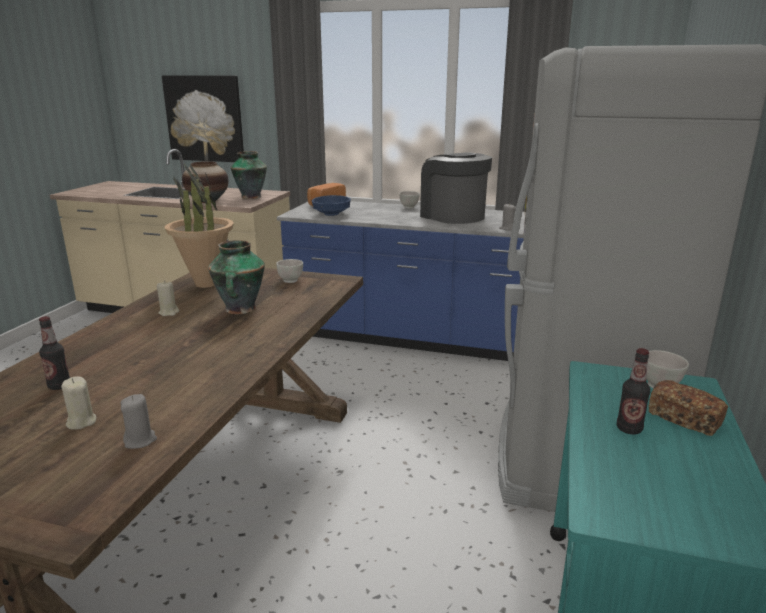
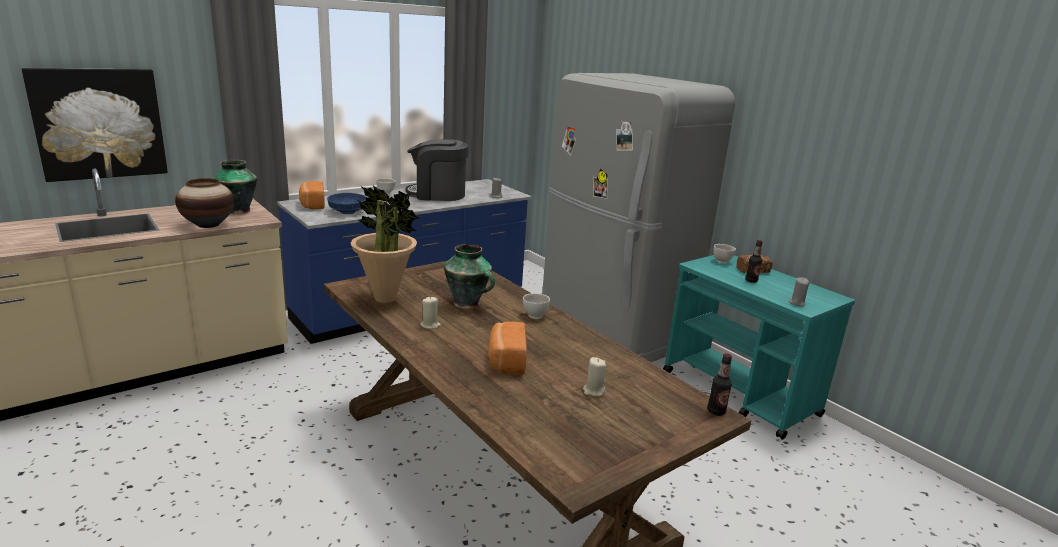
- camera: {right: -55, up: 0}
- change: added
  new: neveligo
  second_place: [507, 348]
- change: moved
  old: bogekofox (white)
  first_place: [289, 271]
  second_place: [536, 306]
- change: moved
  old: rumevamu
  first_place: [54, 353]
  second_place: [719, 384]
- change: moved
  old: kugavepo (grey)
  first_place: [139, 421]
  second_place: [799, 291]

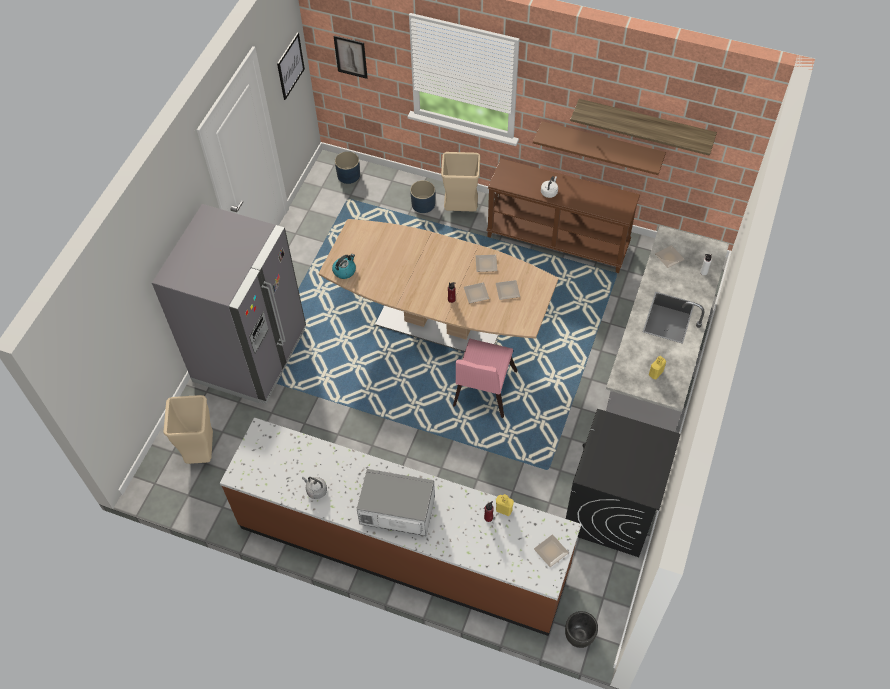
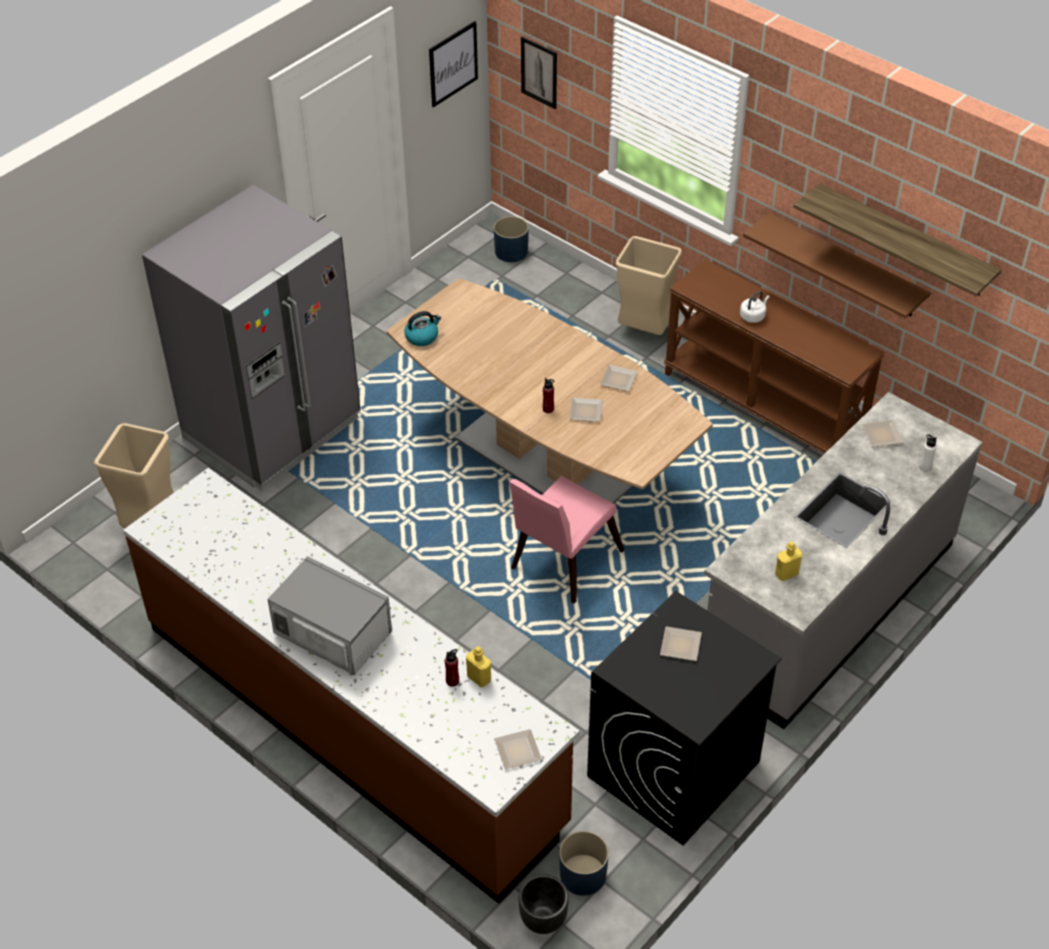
- camera: {right: 20, up: -10}
- change: moved
  old: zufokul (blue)
  first_place: [422, 196]
  second_place: [584, 863]
- change: moved
  old: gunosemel
  first_place: [508, 290]
  second_place: [681, 643]
- change: removed
  old: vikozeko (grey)
  first_place: [314, 487]

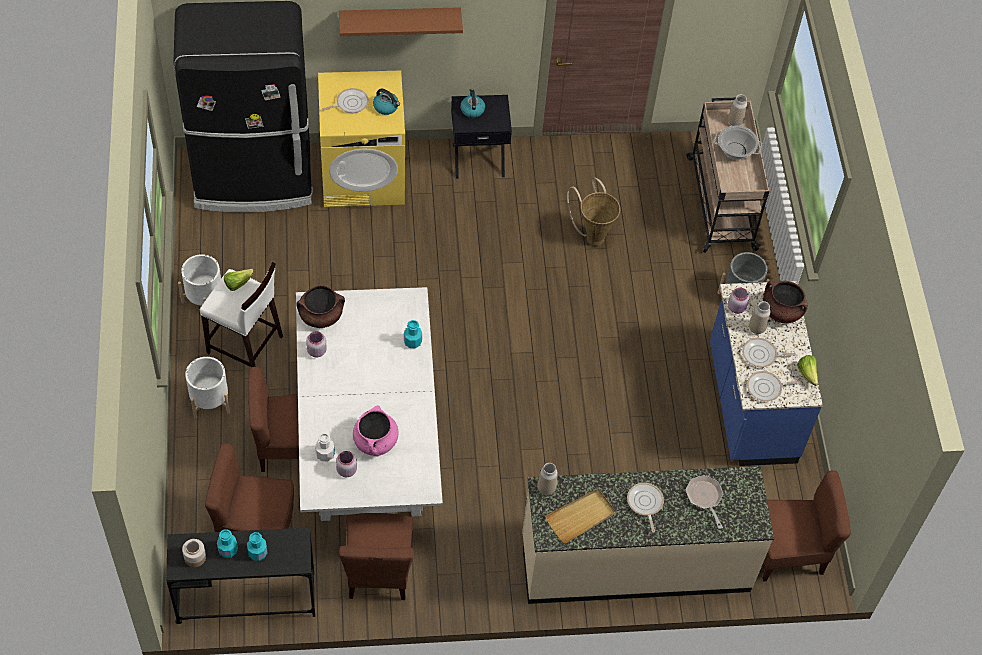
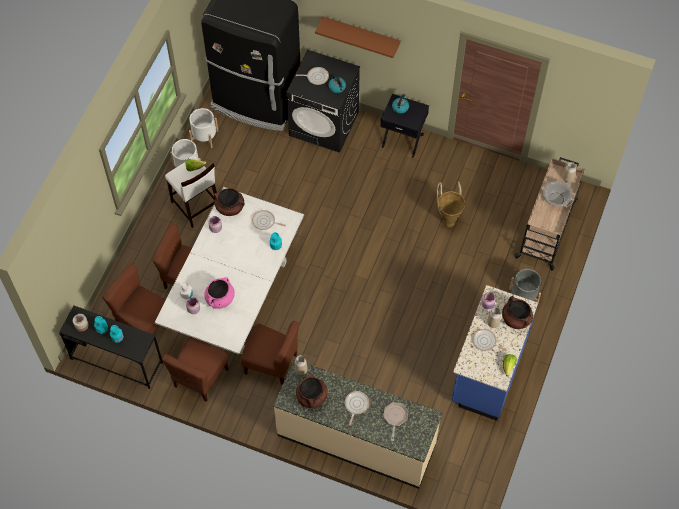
- camera: {right: 30, up: 5}
- change: moved
  old: zufokul (white)
  first_place: [207, 388]
  second_place: [203, 128]
- change: moved
  old: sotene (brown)
  first_place: [806, 525]
  second_place: [270, 353]
- change: moved
  old: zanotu
  first_place: [773, 386]
  second_place: [269, 220]
- change: recoloured
  old: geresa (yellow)
  new: geresa (black)
  first_place: [361, 138]
  second_place: [323, 101]
- change: replaced
  old: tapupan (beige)
  new: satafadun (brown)
  first_place: [580, 516]
  second_place: [312, 390]

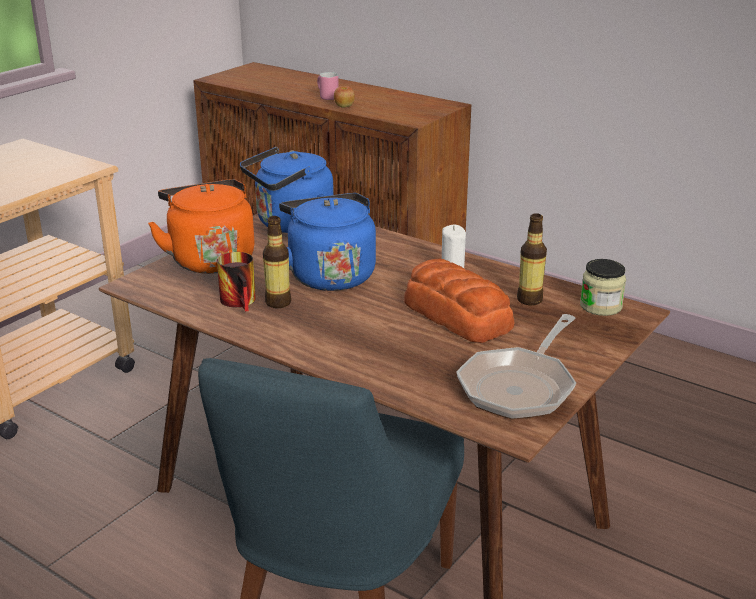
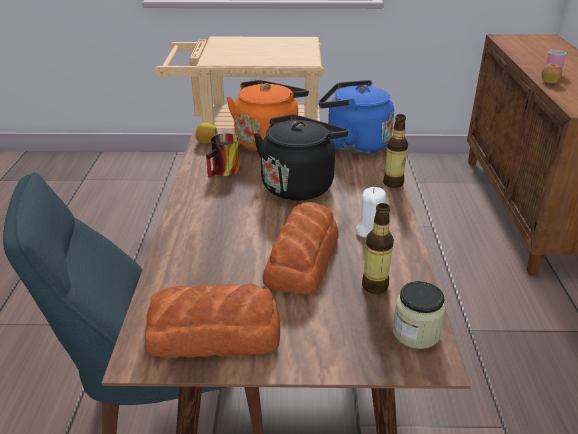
- camera: {right: 55, up: 5}
- change: replaced
  old: zanotu
  new: neveligo
  first_place: [516, 367]
  second_place: [212, 321]
- change: added
  new: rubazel
  second_place: [206, 133]
- change: recoloured
  old: vikozeko (blue)
  new: vikozeko (black)
  first_place: [327, 242]
  second_place: [301, 157]
- change: moved
  old: rumevamu
  first_place: [277, 262]
  second_place: [395, 151]

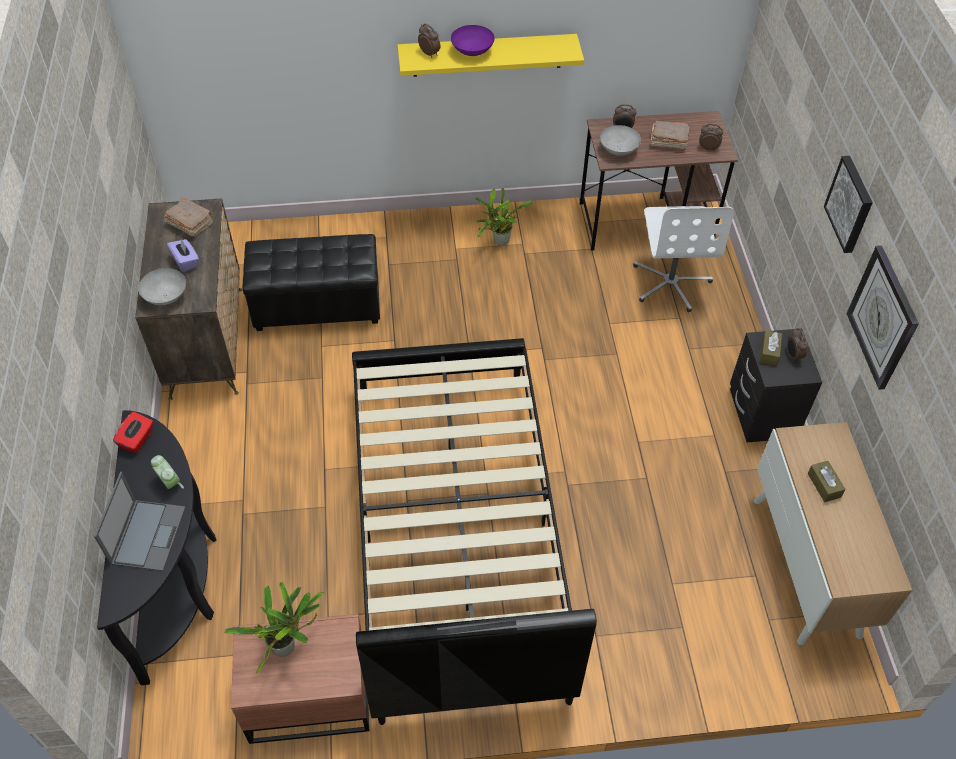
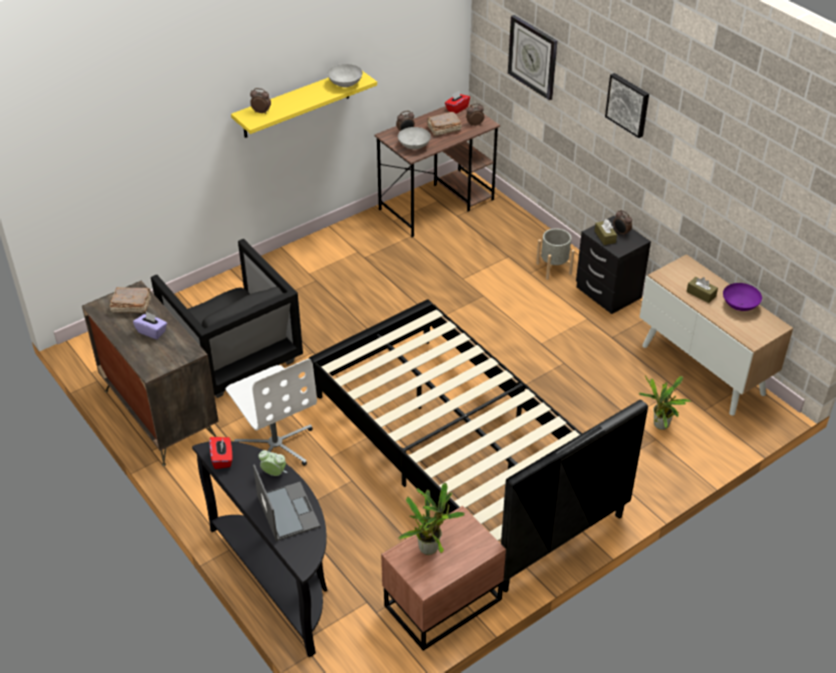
- camera: {right: -30, up: -10}
- change: replaced
  old: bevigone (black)
  new: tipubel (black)
  first_place: [311, 282]
  second_place: [227, 318]
- change: moved
  old: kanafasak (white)
  first_place: [683, 259]
  second_place: [271, 412]
- change: moved
  old: bogekofox (grey)
  first_place: [162, 286]
  second_place: [345, 76]
- change: added
  new: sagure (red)
  second_place: [457, 102]
- change: moved
  old: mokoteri
  first_place: [882, 318]
  second_place: [532, 57]
- change: added
  new: zufokul (grey)
  second_place: [555, 254]
- change: moved
  old: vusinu
  first_place: [504, 217]
  second_place: [665, 403]
- change: moved
  old: bogekofox (purple)
  first_place: [473, 40]
  second_place: [742, 297]

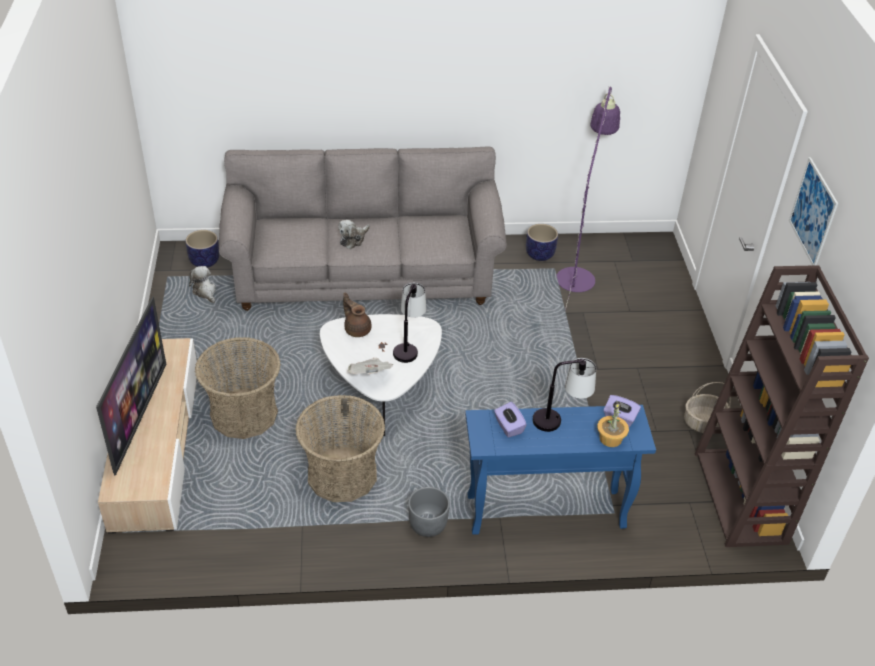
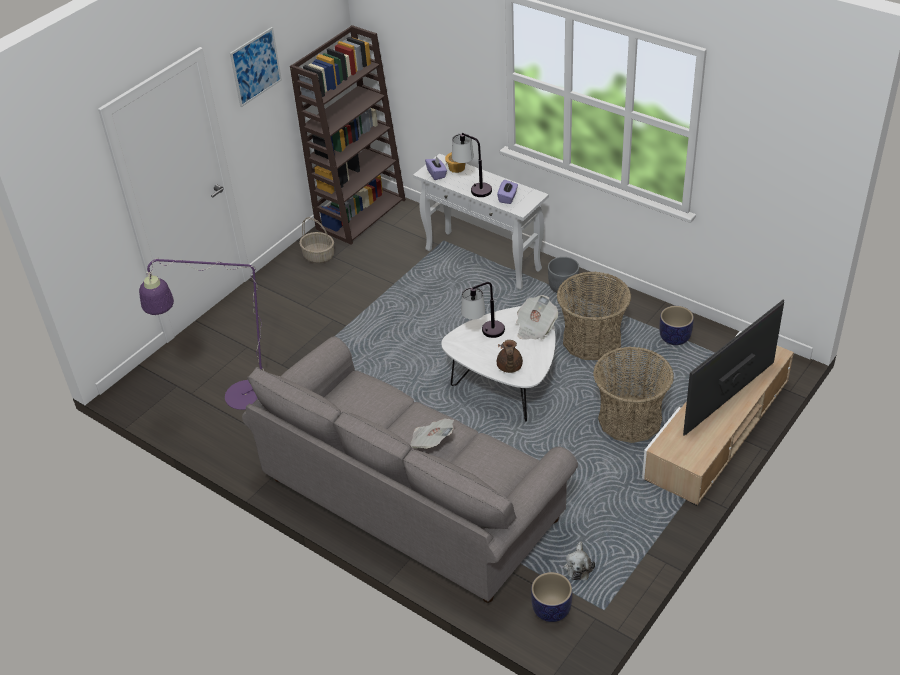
- camera: {right: -135, up: 0}
- change: replaced
  old: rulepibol
  new: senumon
  first_place: [354, 234]
  second_place: [432, 433]
- change: recoloured
  old: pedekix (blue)
  new: pedekix (white)
  first_place: [560, 470]
  second_place: [481, 222]
- change: moved
  old: zufokul
  first_place: [542, 242]
  second_place: [676, 325]

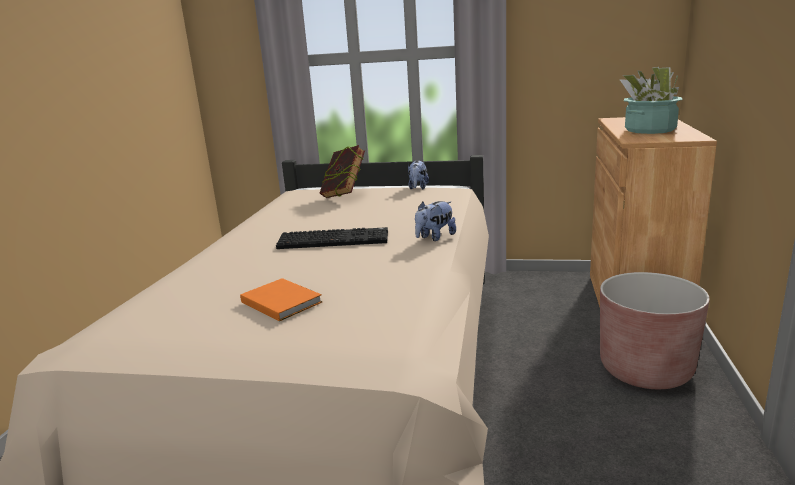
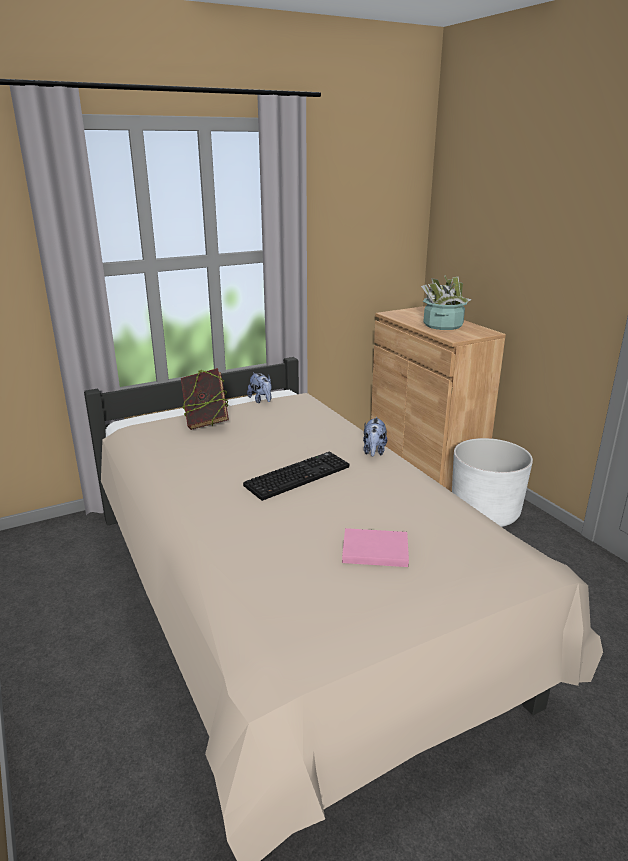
- camera: {right: -40, up: 5}
- change: recoloured
  old: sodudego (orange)
  new: sodudego (pink)
  first_place: [281, 299]
  second_place: [375, 547]
- change: recoloured
  old: zufokul (brown)
  new: zufokul (white)
  first_place: [655, 330]
  second_place: [492, 482]

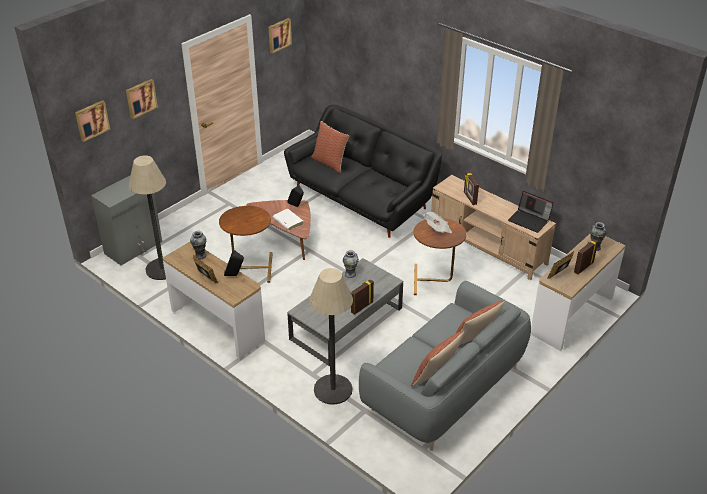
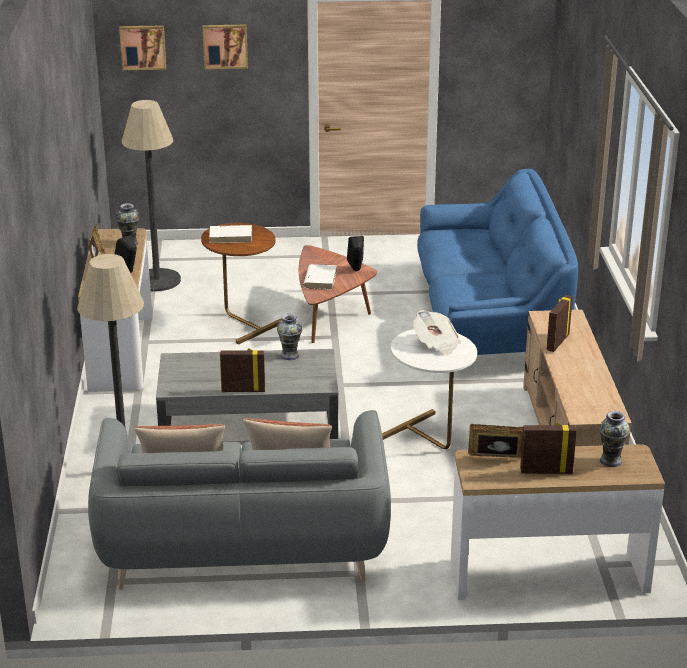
- camera: {right: 45, up: -10}
- change: added
  new: sodudego (white)
  second_place: [230, 234]
- change: recoloured
  old: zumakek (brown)
  new: zumakek (white)
  first_place: [440, 256]
  second_place: [429, 389]
- change: recoloured
  old: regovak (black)
  new: regovak (blue)
  first_place: [363, 171]
  second_place: [497, 262]
- change: removed
  old: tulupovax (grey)
  first_place: [126, 220]
- change: removed
  old: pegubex
  first_place: [280, 36]
- change: removed
  old: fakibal
  first_place: [330, 147]
- change: removed
  old: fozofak
  first_place: [530, 212]

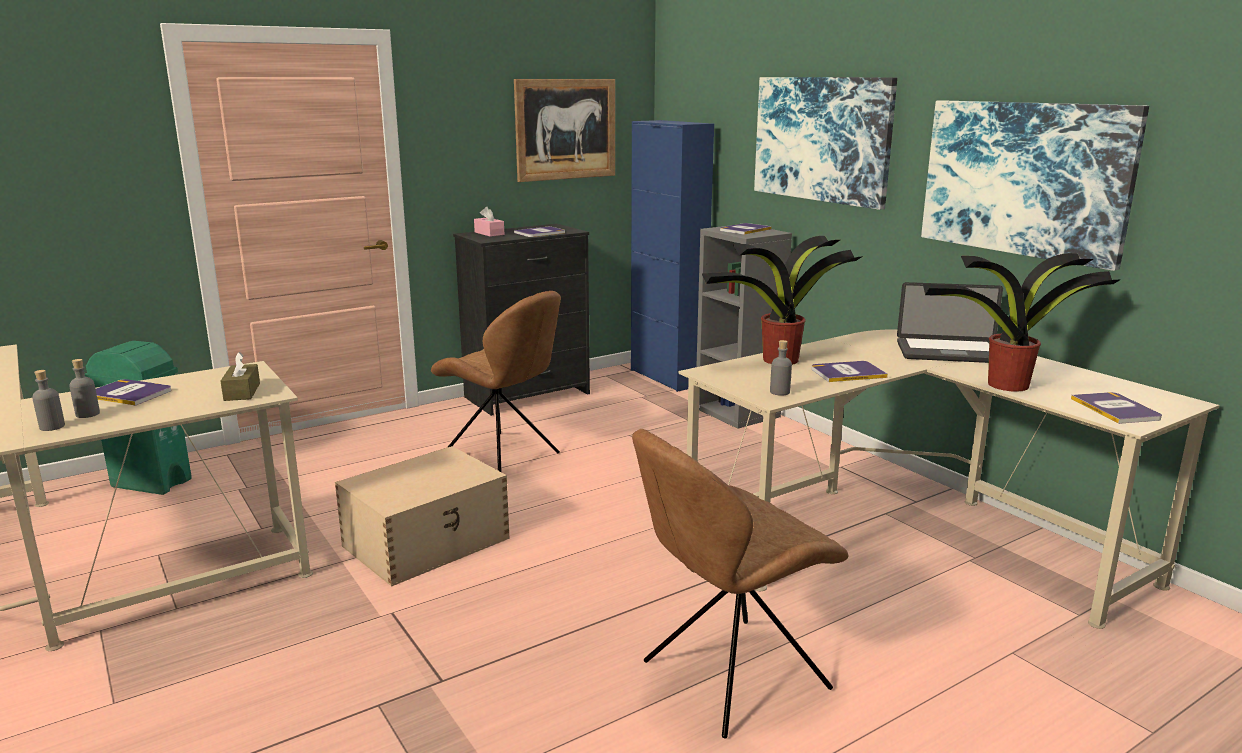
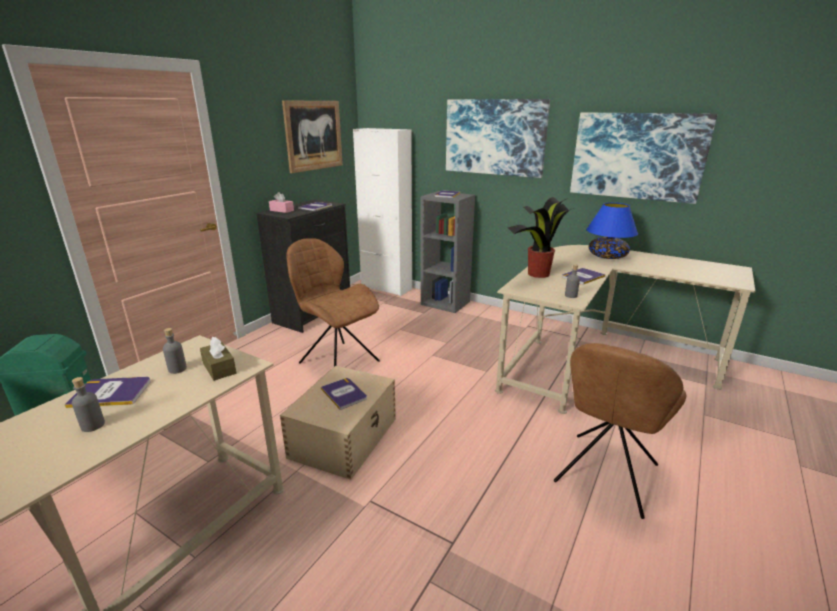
- camera: {right: -25, up: 5}
- change: moved
  old: rumevamu (grey)
  first_place: [48, 400]
  second_place: [175, 351]
- change: turned
  old: sotene (brown)
  first_place: [496, 381]
  second_place: [333, 302]
  degrees: -150
- change: moved
  old: sodudego
  first_place: [1116, 408]
  second_place: [344, 394]
- change: recoloured
  old: tulupovax (blue)
  new: tulupovax (white)
  first_place: [672, 256]
  second_place: [382, 212]
- change: replaced
  old: fozofak
  new: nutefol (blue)
  first_place: [950, 322]
  second_place: [612, 231]
- change: removed
  old: vusinu
  first_place: [1022, 322]

